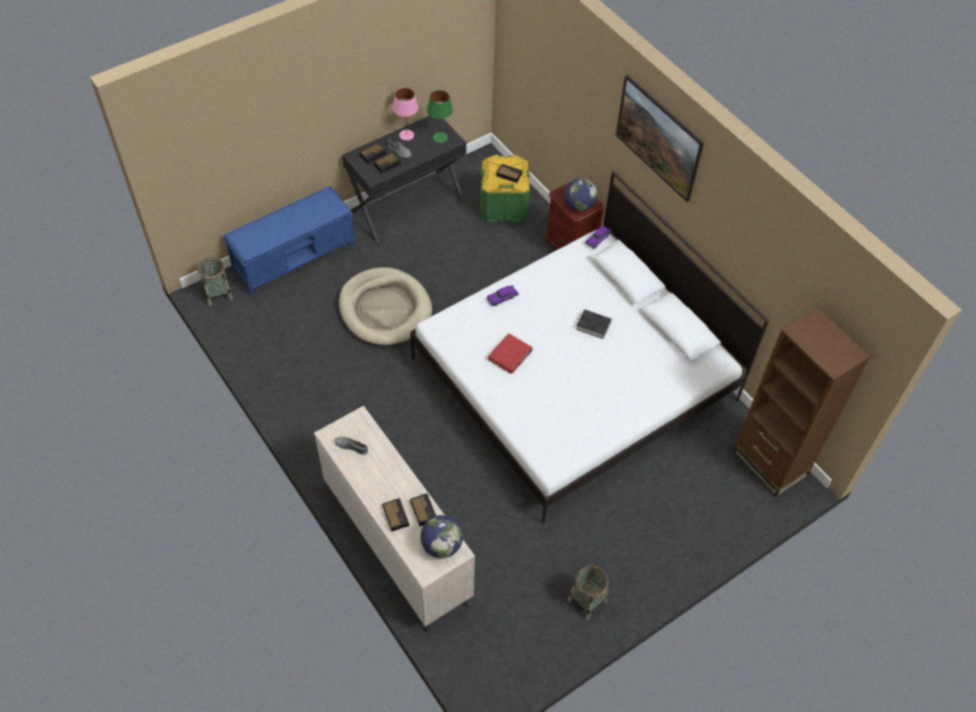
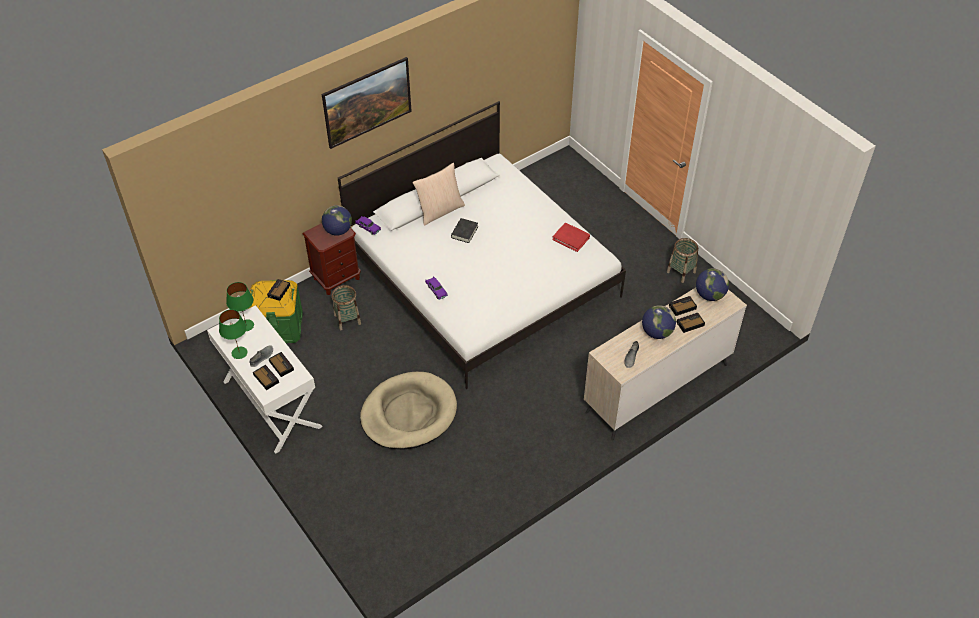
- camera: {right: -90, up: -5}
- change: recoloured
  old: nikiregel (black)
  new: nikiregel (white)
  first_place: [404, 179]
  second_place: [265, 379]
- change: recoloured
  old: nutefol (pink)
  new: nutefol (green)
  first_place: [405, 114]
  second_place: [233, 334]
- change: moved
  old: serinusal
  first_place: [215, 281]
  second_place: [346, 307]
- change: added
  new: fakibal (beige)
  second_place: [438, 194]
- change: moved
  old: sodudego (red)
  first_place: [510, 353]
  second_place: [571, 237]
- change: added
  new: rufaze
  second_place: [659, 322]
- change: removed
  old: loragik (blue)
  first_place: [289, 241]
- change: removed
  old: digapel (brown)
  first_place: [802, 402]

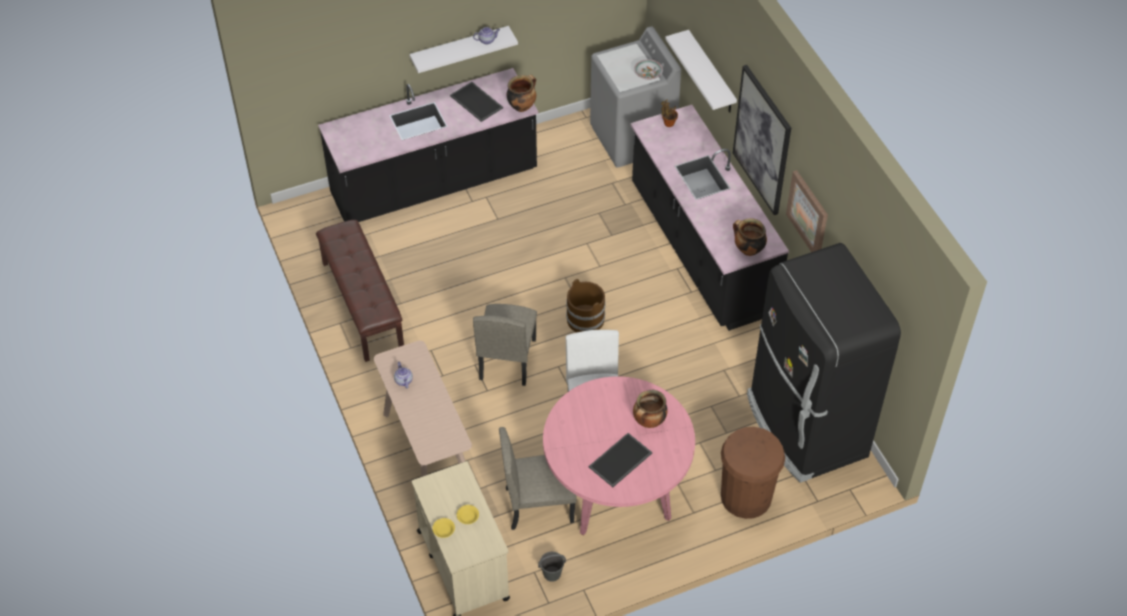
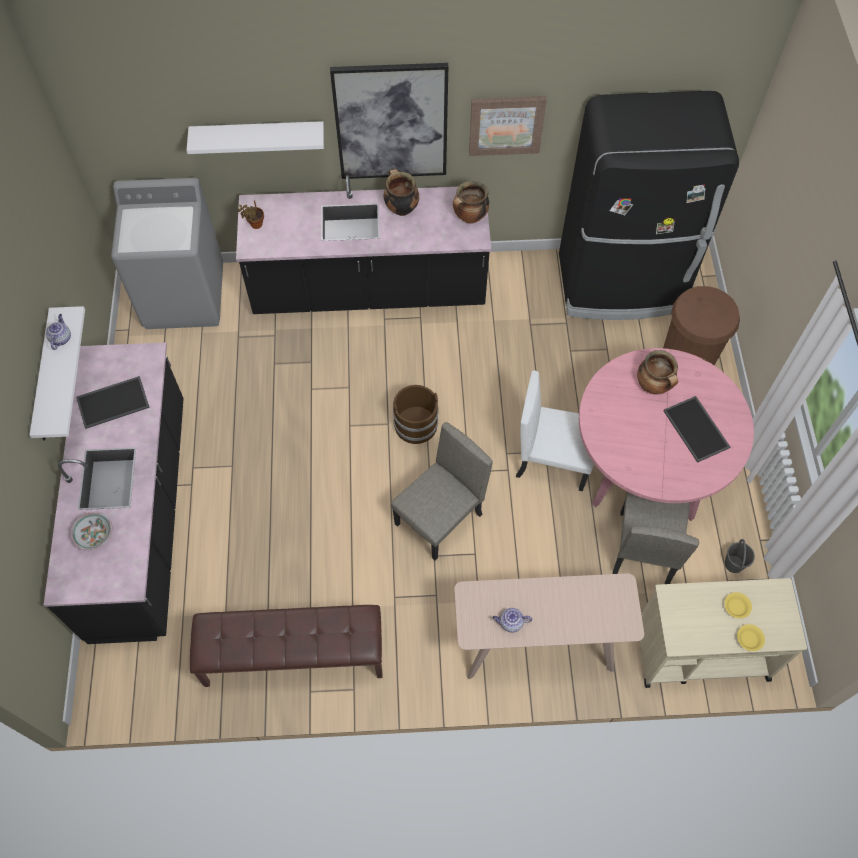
- camera: {right: -70, up: 10}
- change: moved
  old: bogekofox
  first_place: [648, 69]
  second_place: [92, 531]
- change: moved
  old: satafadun
  first_place: [521, 93]
  second_place: [401, 192]
- change: turned
  old: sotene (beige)
  first_place: [505, 345]
  second_place: [442, 491]
  degrees: -75

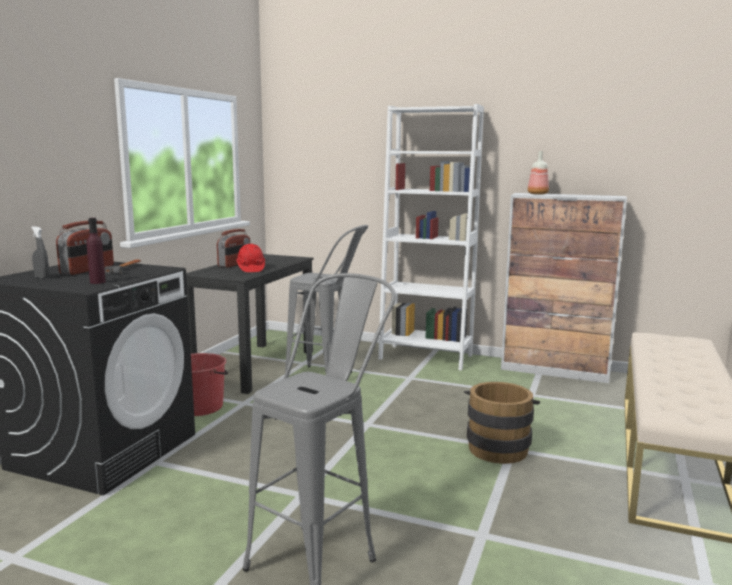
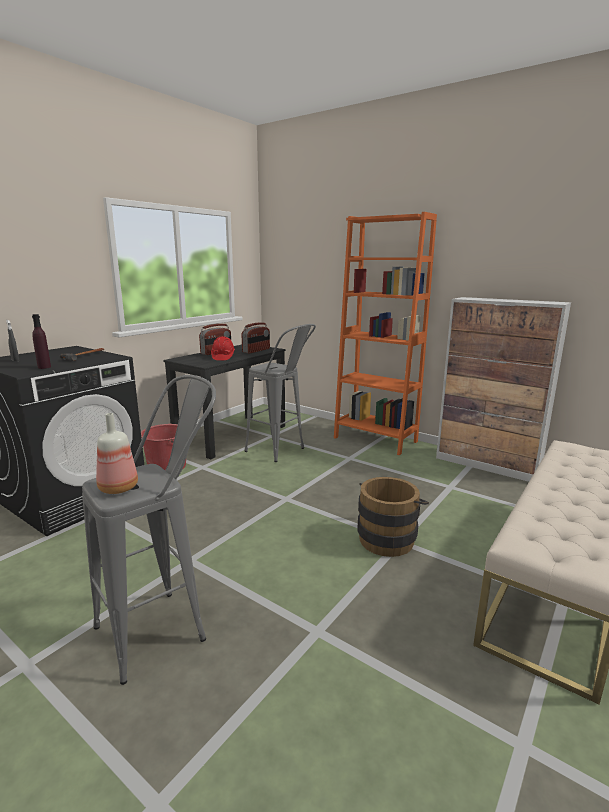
- camera: {right: 15, up: 5}
- change: moved
  old: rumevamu
  first_place: [538, 173]
  second_place: [117, 453]
- change: moved
  old: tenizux
  first_place: [85, 248]
  second_place: [255, 338]
- change: recoloured
  old: digapel (white)
  new: digapel (orange)
  first_place: [431, 237]
  second_place: [385, 333]

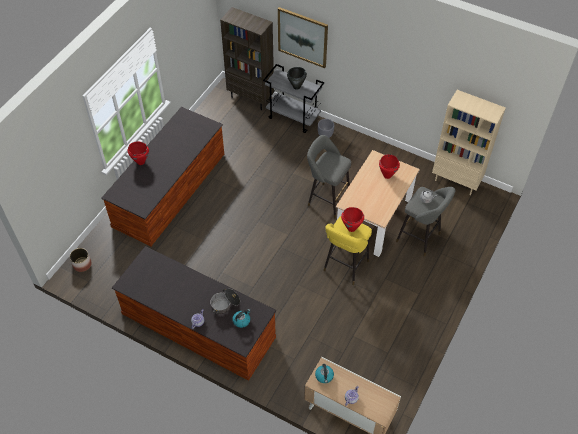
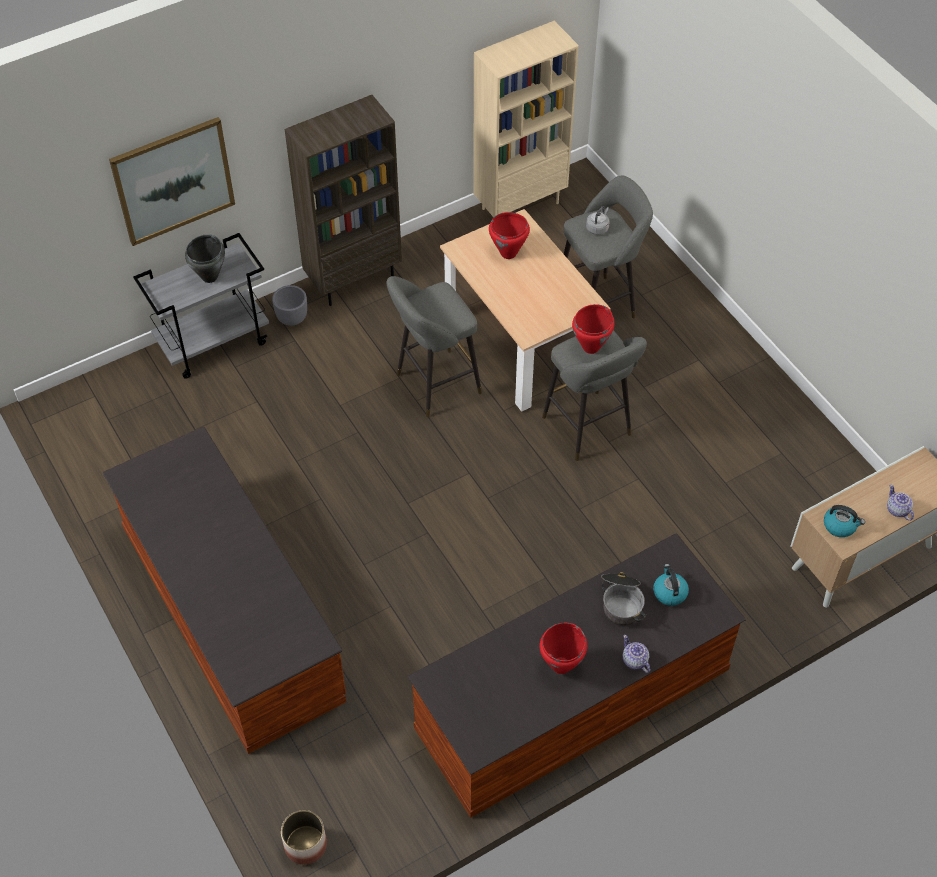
- camera: {right: -60, up: 0}
- change: moved
  old: digapel (brown)
  first_place: [247, 58]
  second_place: [343, 200]
- change: moved
  old: satafadun (red)
  first_place: [138, 153]
  second_place: [563, 648]
- change: recoloured
  old: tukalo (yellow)
  new: tukalo (grey)
  first_place: [347, 250]
  second_place: [594, 395]

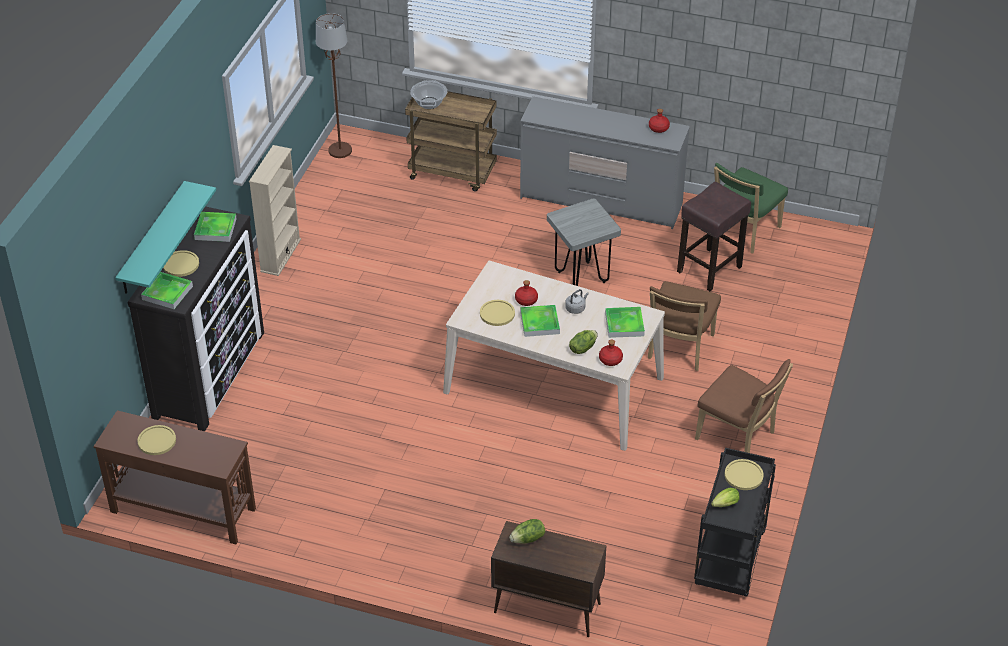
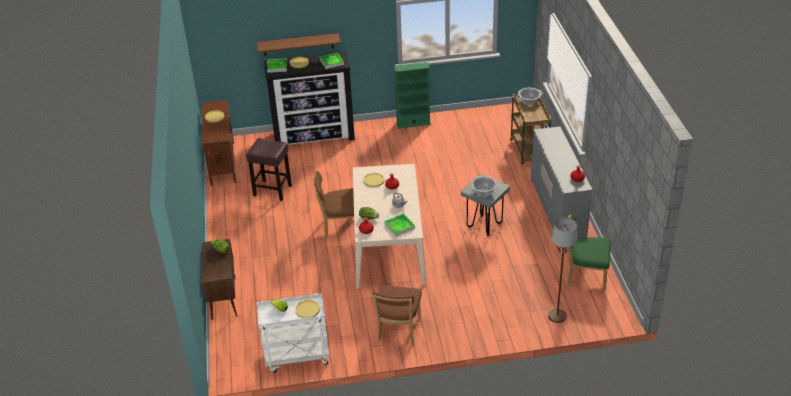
- camera: {right: 65, up: -5}
- change: moved
  old: tukalo (brown)
  first_place: [714, 236]
  second_place: [269, 169]
- change: recoloured
  old: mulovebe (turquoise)
  new: mulovebe (brown)
  first_place: [165, 237]
  second_place: [299, 44]
- change: recoloured
  old: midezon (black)
  new: midezon (white)
  first_place: [735, 522]
  second_place: [293, 333]
- change: moved
  old: sotene (brown)
  first_place: [684, 326]
  second_place: [333, 205]
- change: recoloured
  old: digapel (beige)
  new: digapel (green)
  first_place: [275, 210]
  second_place: [412, 95]
- change: added
  new: satafadun
  second_place: [484, 186]
- change: moved
  old: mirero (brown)
  first_place: [334, 85]
  second_place: [562, 270]
- change: removed
  old: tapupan
  first_place: [540, 321]

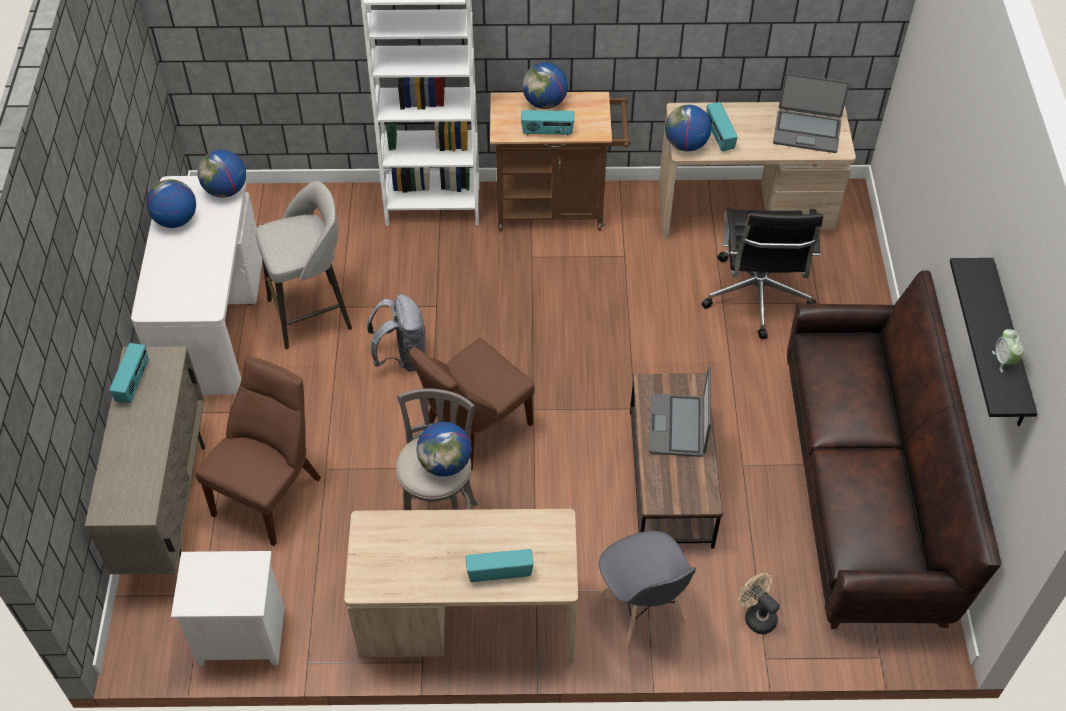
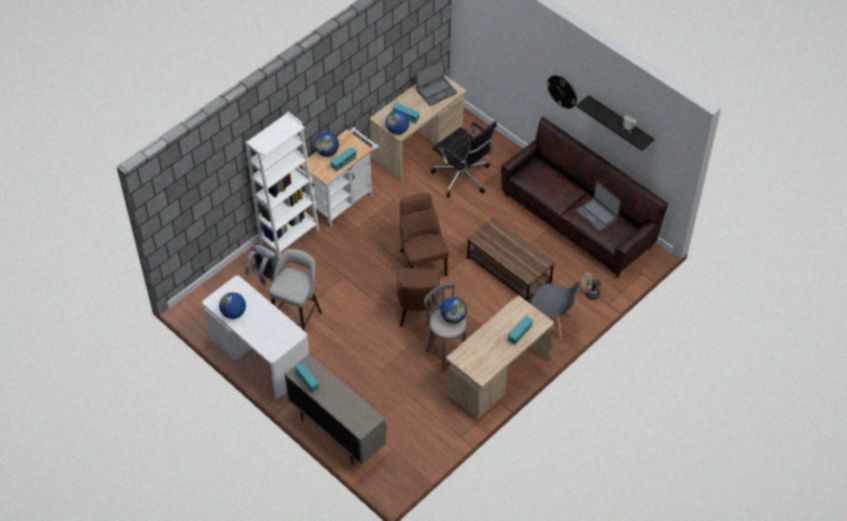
- camera: {right: -45, up: 0}
- change: moved
  old: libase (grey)
  first_place: [397, 332]
  second_place: [261, 265]
- change: recoloured
  old: midezon (brown)
  new: midezon (white)
  first_place: [560, 161]
  second_place: [339, 177]
- change: moved
  old: sotene (brown)
  first_place: [258, 451]
  second_place: [424, 234]
- change: added
  new: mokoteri
  second_place: [562, 92]
- change: moved
  old: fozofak
  first_place: [680, 411]
  second_place: [598, 206]
- change: removed
  old: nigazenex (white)
  first_place: [227, 608]
- change: removed
  old: rufaze
  first_place: [222, 174]

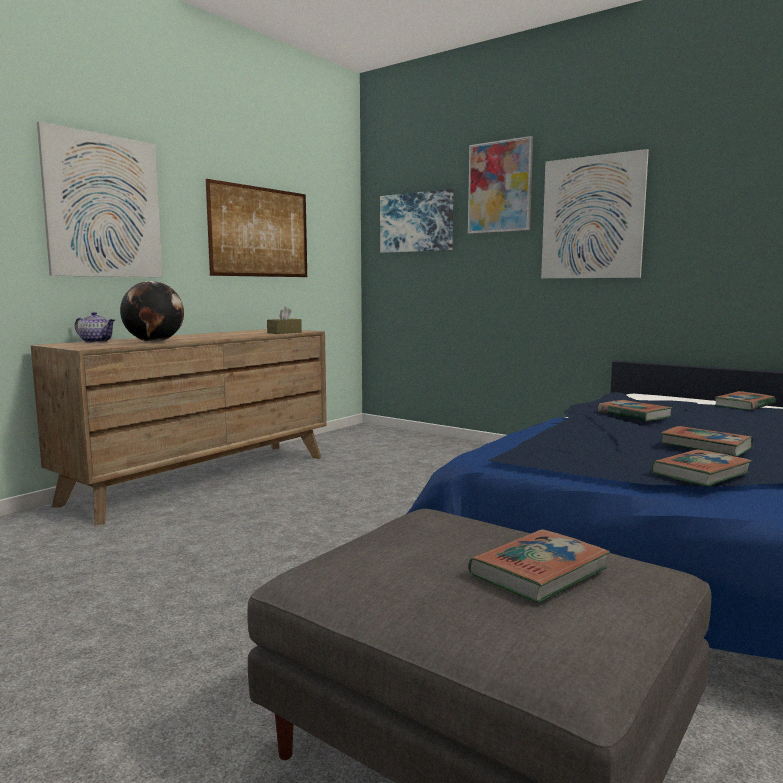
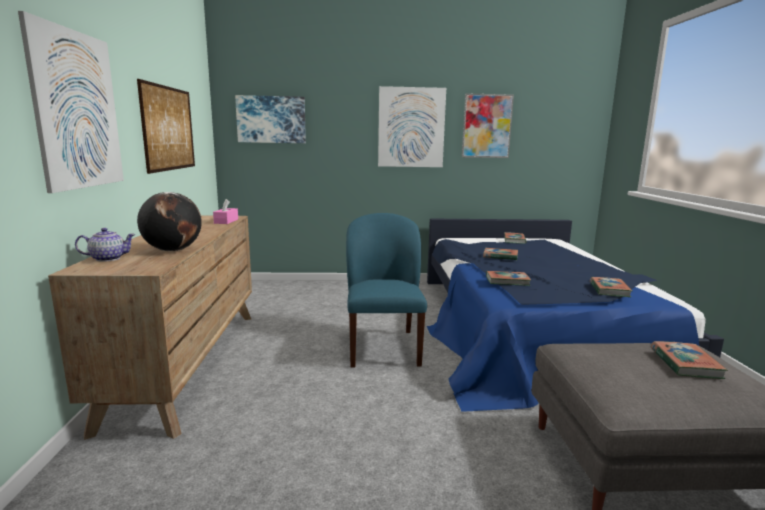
- camera: {right: -40, up: 5}
- change: recoloured
  old: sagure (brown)
  new: sagure (pink)
  first_place: [284, 320]
  second_place: [225, 211]
- change: added
  new: sotene (blue)
  second_place: [386, 290]
- change: moved
  old: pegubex
  first_place: [500, 185]
  second_place: [488, 125]
- change: moved
  old: sodudego
  first_place: [707, 441]
  second_place: [508, 278]

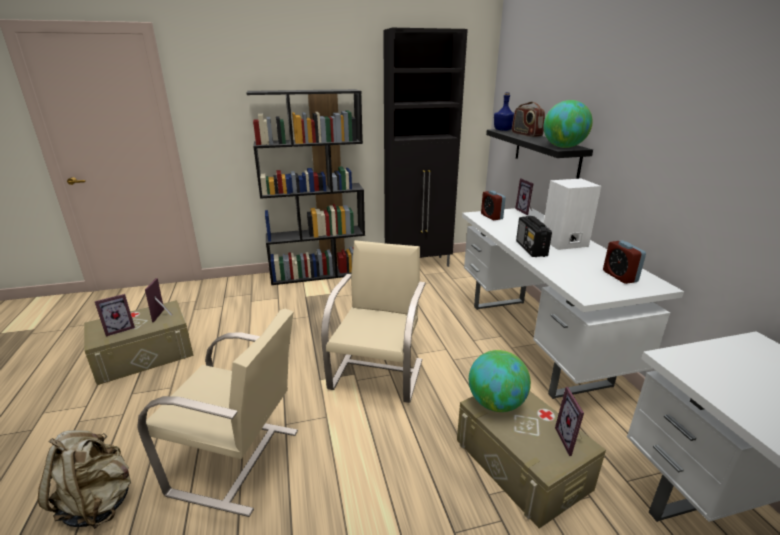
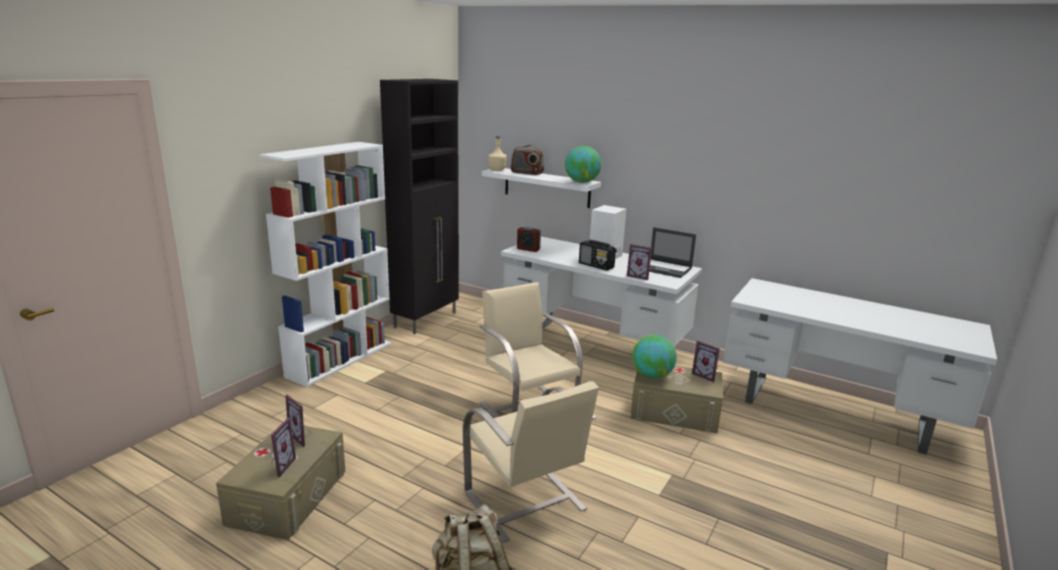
- camera: {right: -45, up: -5}
- change: recoloured
  old: digapel (black)
  new: digapel (white)
  first_place: [306, 187]
  second_place: [325, 264]
- change: turned
  old: sotene (beige)
  first_place: [217, 413]
  second_place: [531, 462]
  degrees: 90
- change: recoloured
  old: mulovebe (black)
  new: mulovebe (white)
  first_place: [539, 154]
  second_place: [541, 188]
- change: recoloured
  old: rumevamu (blue)
  new: rumevamu (beige)
  first_place: [504, 111]
  second_place: [497, 153]
- change: moved
  old: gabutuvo
  first_place: [524, 197]
  second_place: [639, 262]
- change: replaced
  old: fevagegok
  new: fozofak
  first_place: [624, 262]
  second_place: [672, 252]

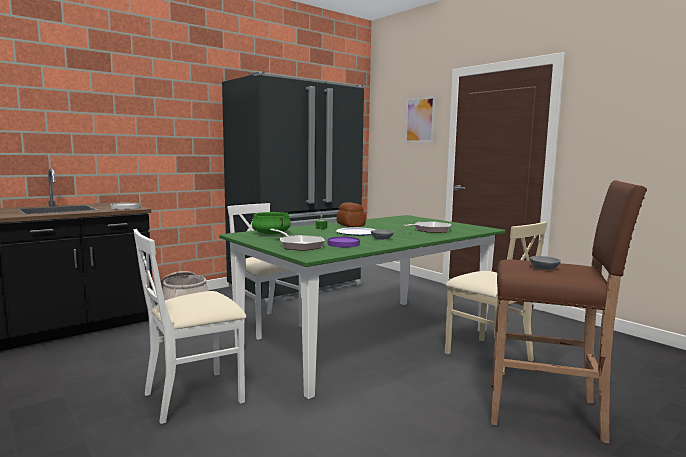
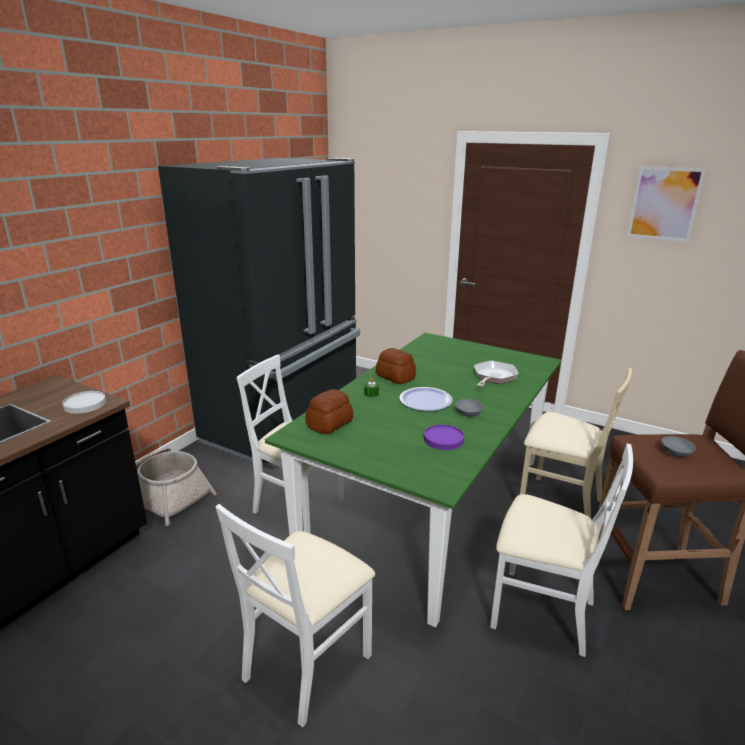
- camera: {right: -20, up: 15}
- change: replaced
  old: satafadun (green)
  new: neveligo
  first_place: [271, 223]
  second_place: [329, 411]
- change: added
  new: sotene (white)
  second_place: [561, 550]
- change: moved
  old: pegubex
  first_place: [420, 119]
  second_place: [666, 204]
- change: removed
  old: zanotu
  first_place: [297, 240]

